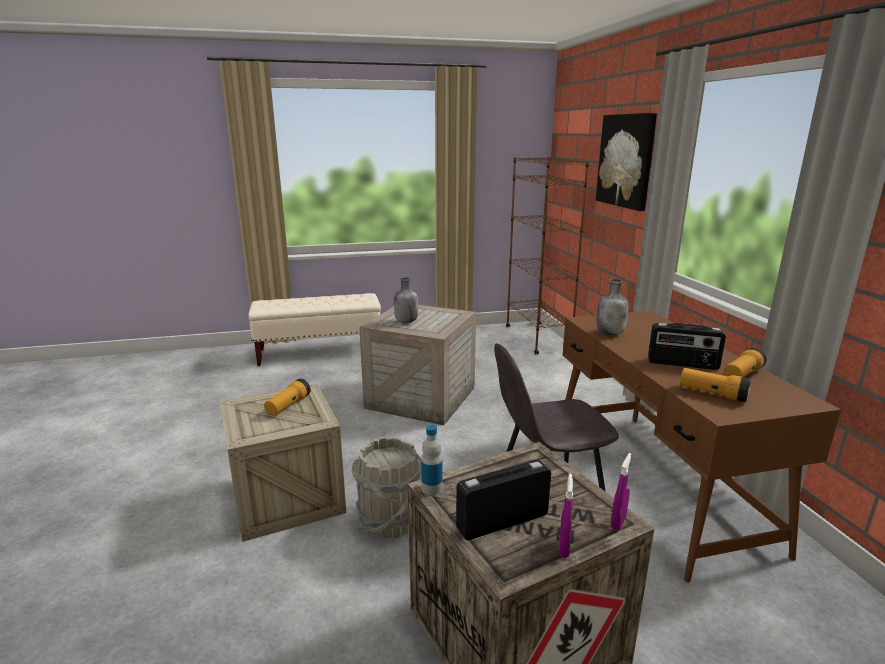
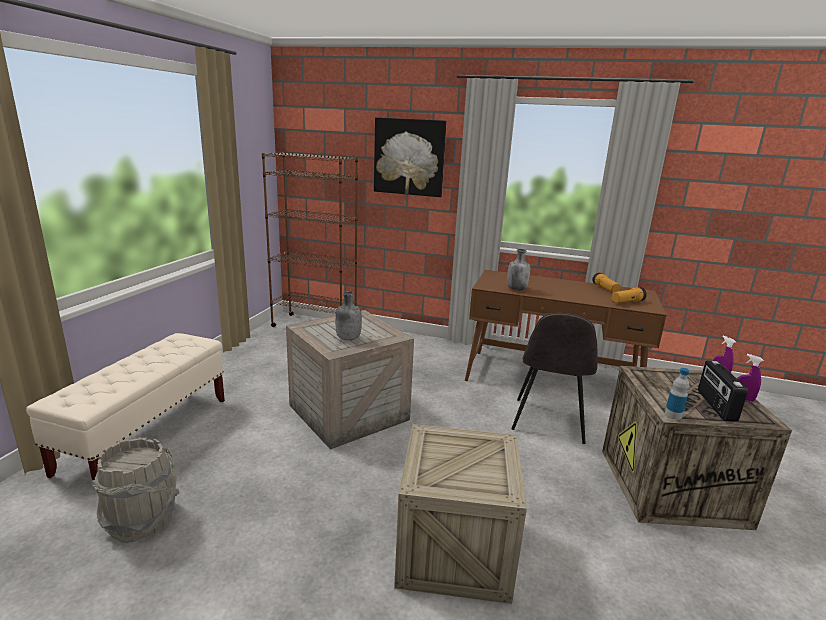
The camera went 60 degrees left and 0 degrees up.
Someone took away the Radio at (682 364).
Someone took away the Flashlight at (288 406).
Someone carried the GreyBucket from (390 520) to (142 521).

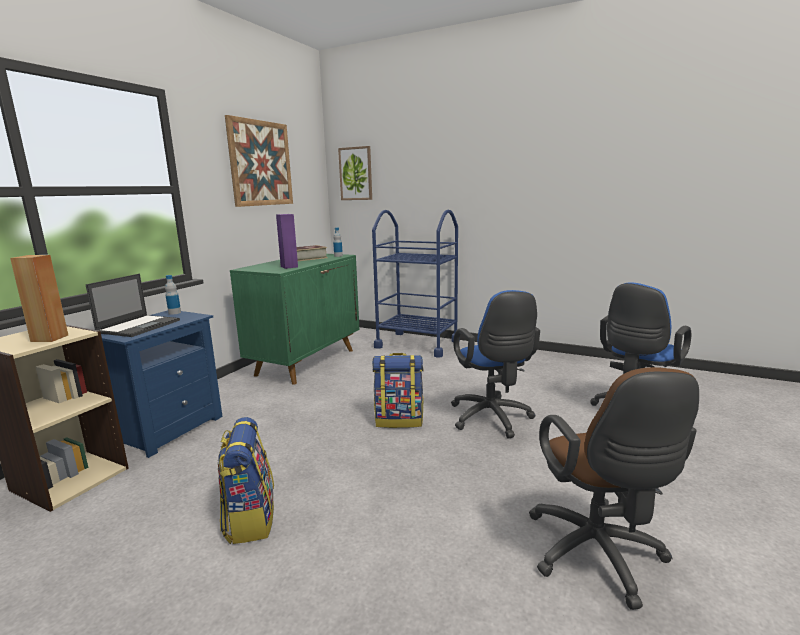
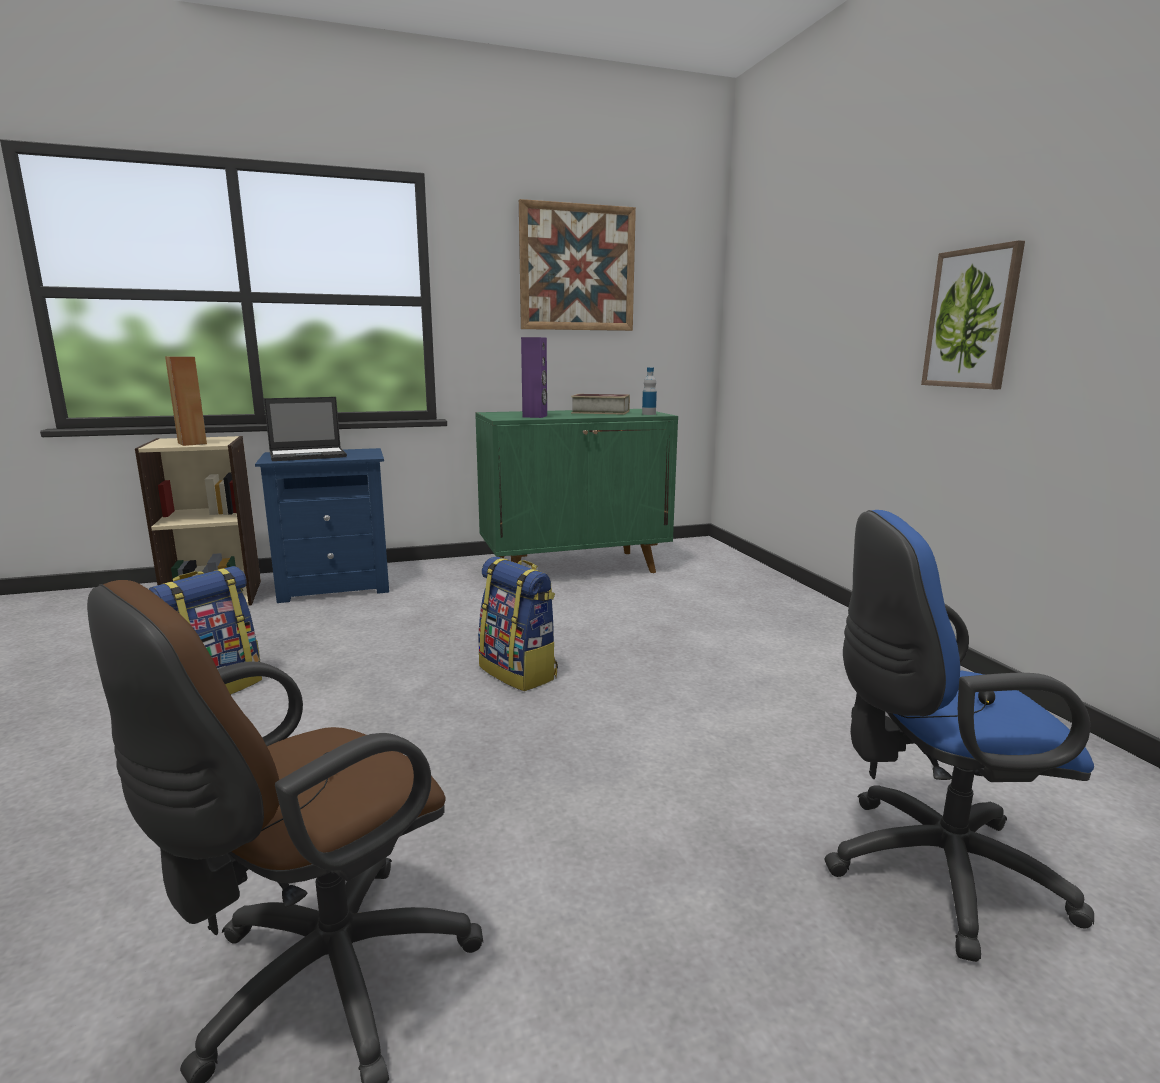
The camera went 45 degrees right and 0 degrees up.
Someone carried the Picture from (356 173) to (971 319).
Someone took away the BlueCart at (417 344).
Someone took away the Bottle at (174 313).
Someone took away the BlueOfficeChair at (492 419).

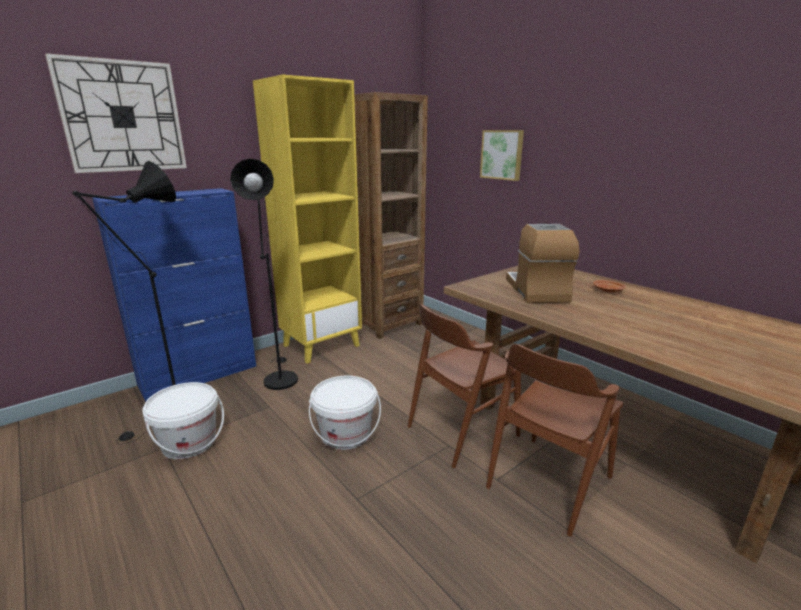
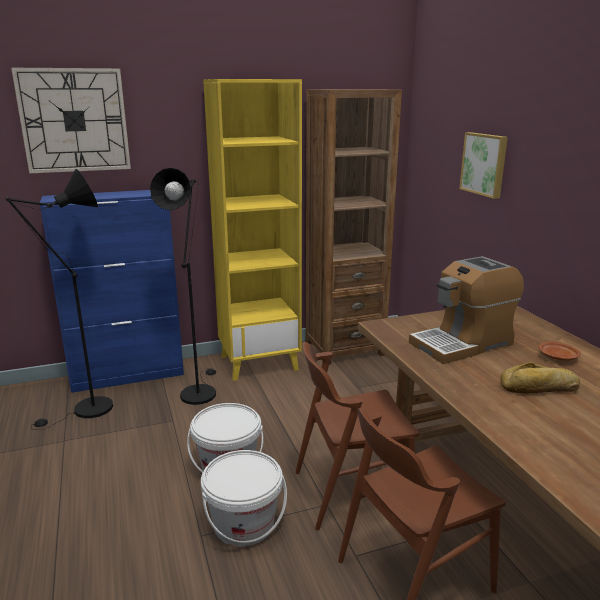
The camera went 20 degrees right and 0 degrees up.
Someone rotated the CoffeeMachine at (536 290) by 135 degrees counterclockwise.
Someone carried the WhiteBucket from (189 443) to (244 524).
Someone put down the Bread at (540 388).

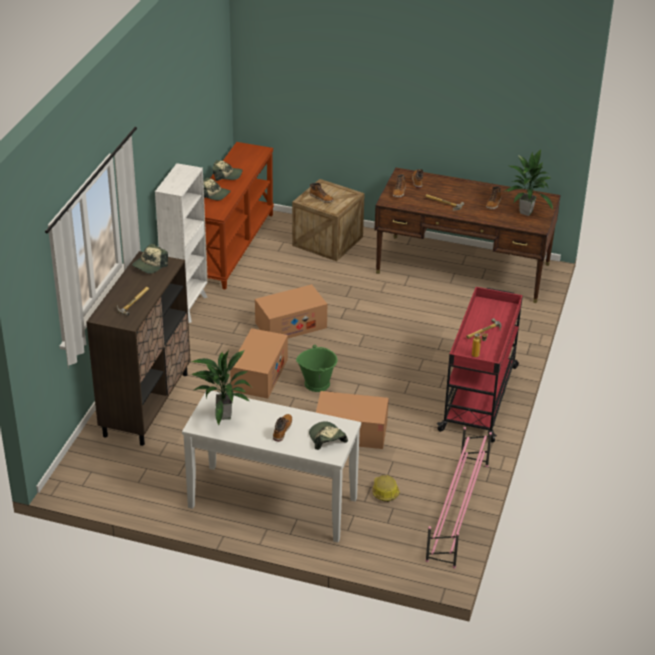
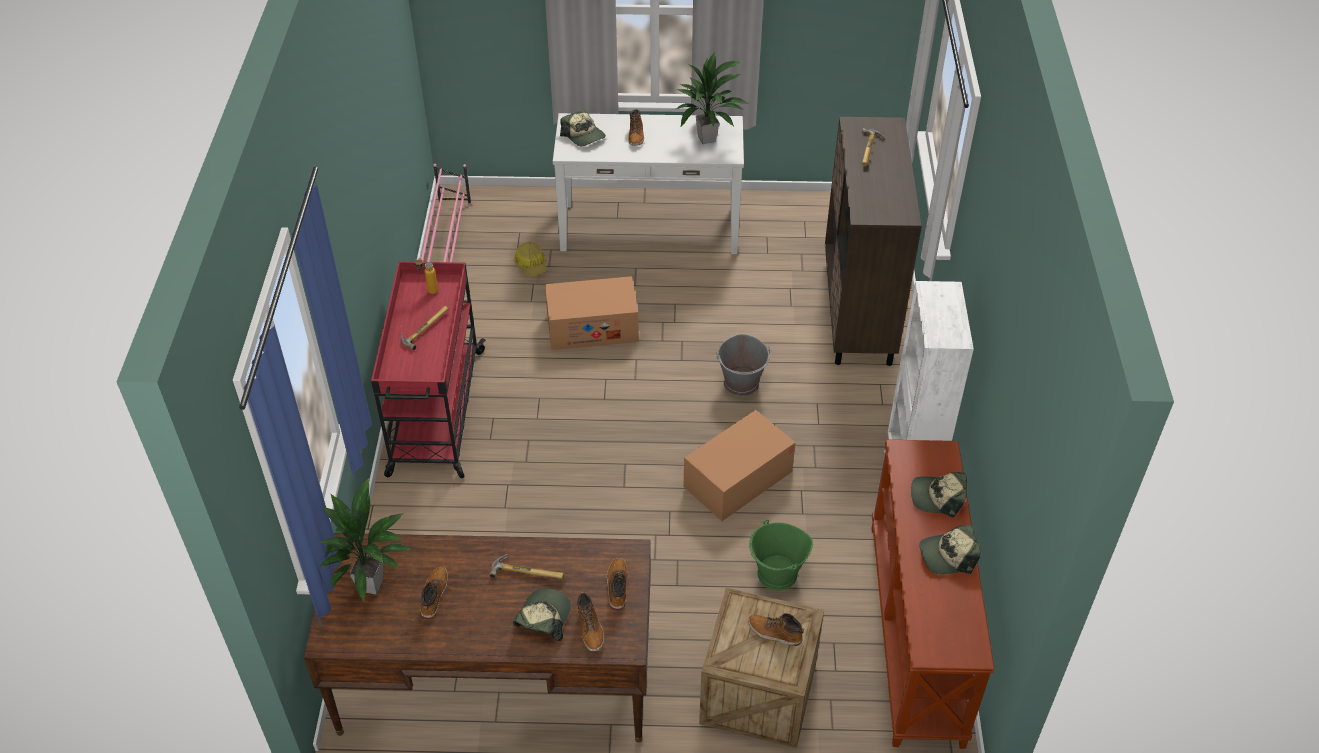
The camera went 165 degrees right and 10 degrees up.
Someone carried the Cap from (150 265) to (543 618).
Someone swapped the CardboardBox at (259 375) for the GreyBucket at (741 384).
Someone carried the GreenBucket from (317 383) to (777 574).

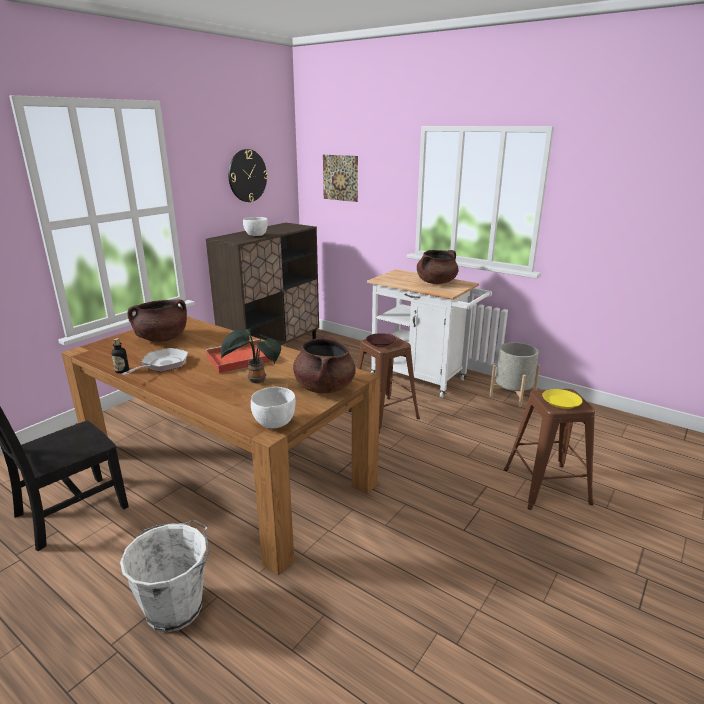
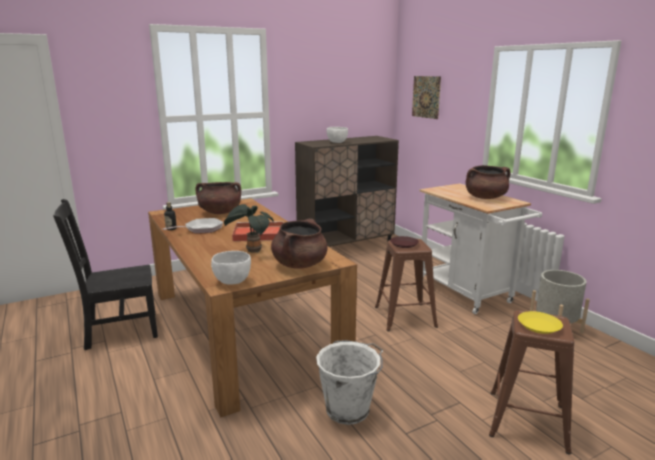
The camera went 25 degrees right and 5 degrees down.
Someone took away the WallClock at (247 176).
Someone carried the WhiteBucket from (176 607) to (349 409).

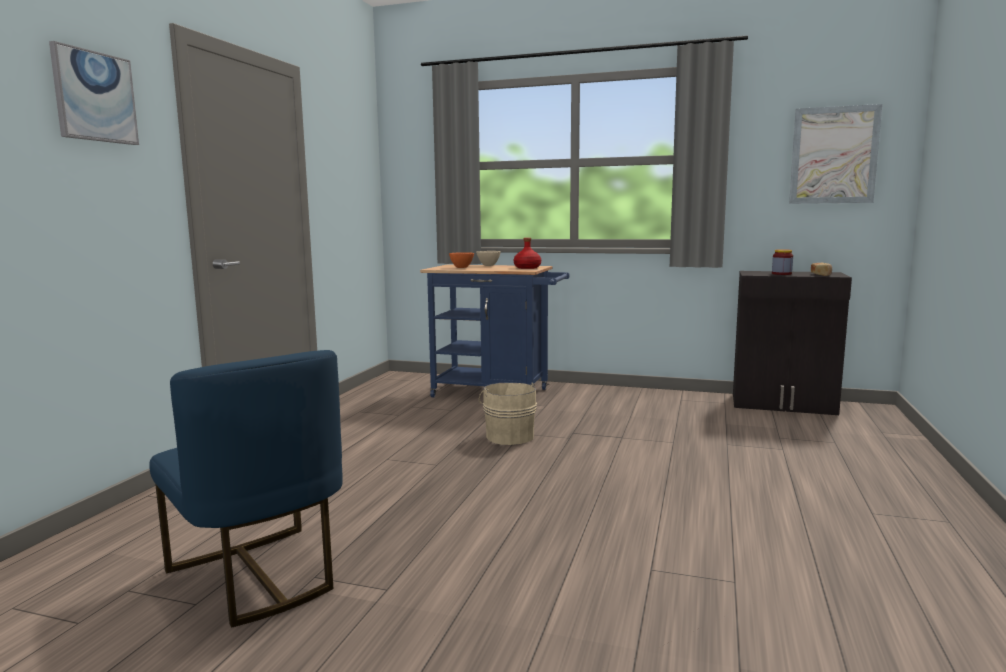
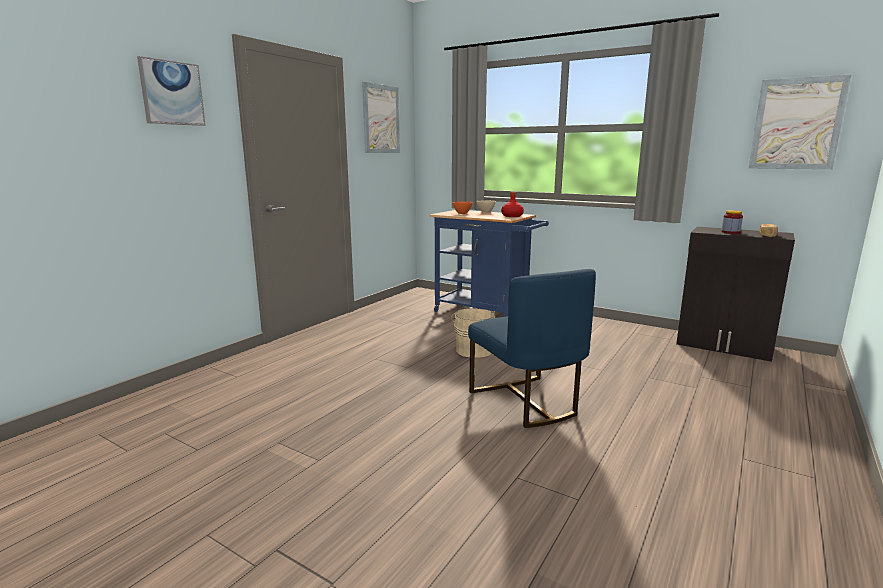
The camera went 15 degrees right and 5 degrees up.
Someone carried the BlueChair from (258 576) to (526 402).
Someone put up the Picture at (381 119).

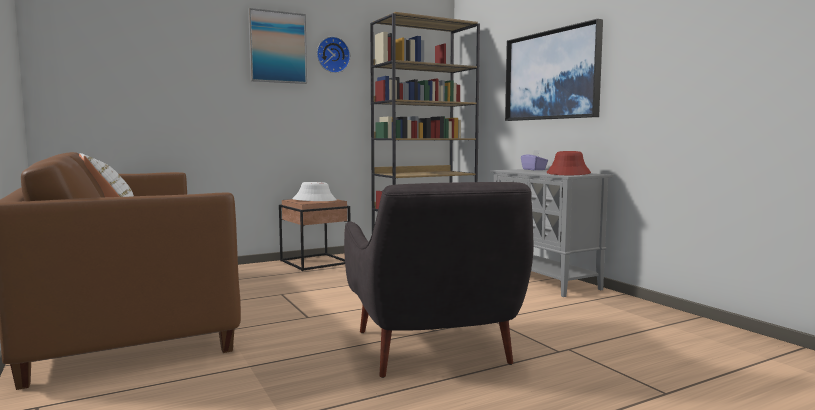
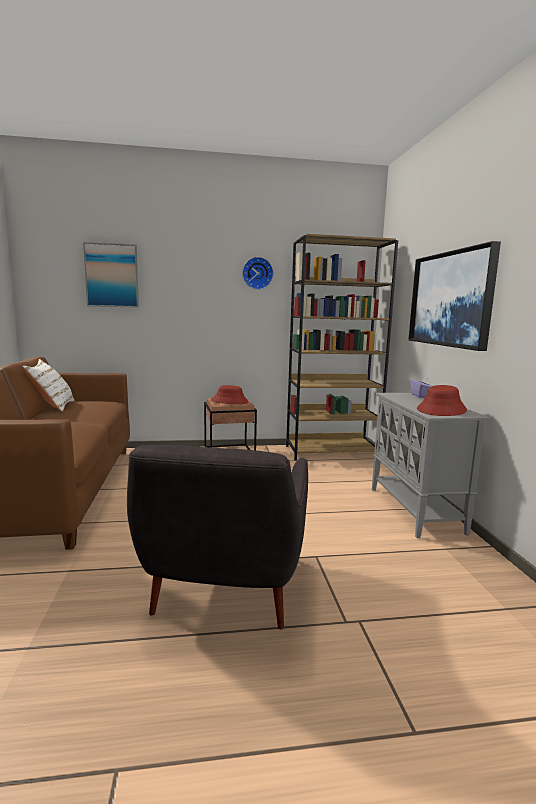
The camera went 20 degrees right and 5 degrees up.
Someone carried the Picture from (277 47) to (112 275).
Someone repainted the WhiteHat at (314 200), which became the RedHat at (229 401).

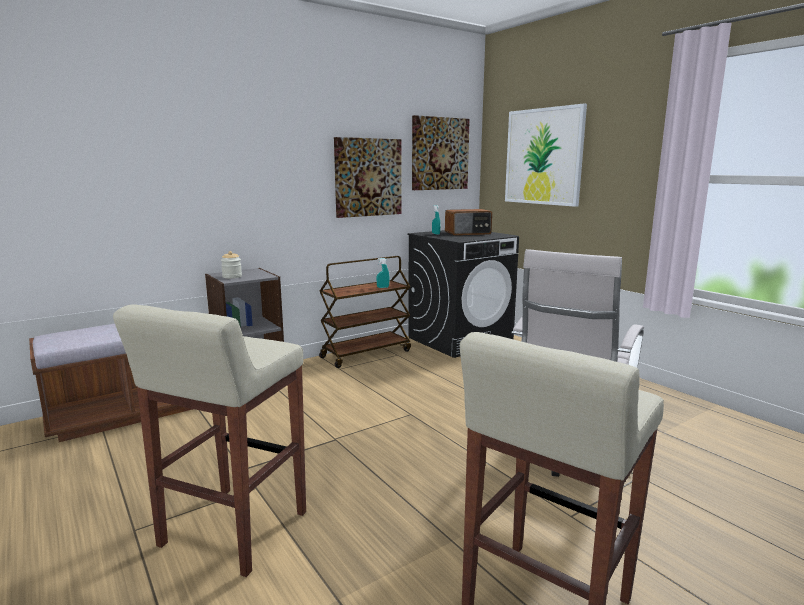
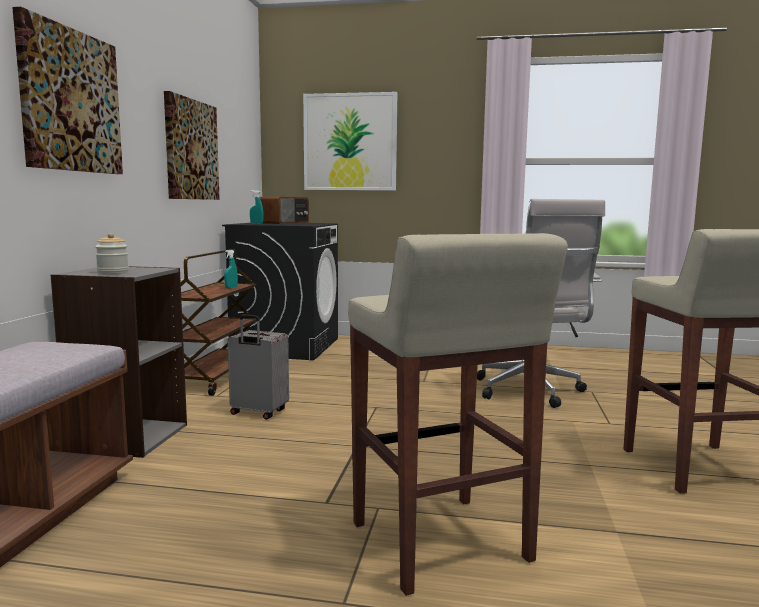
The camera went 45 degrees left and 5 degrees down.
Someone carried the Picture from (439 154) to (70 101).
Someone put down the GreySuitcase at (258 413).

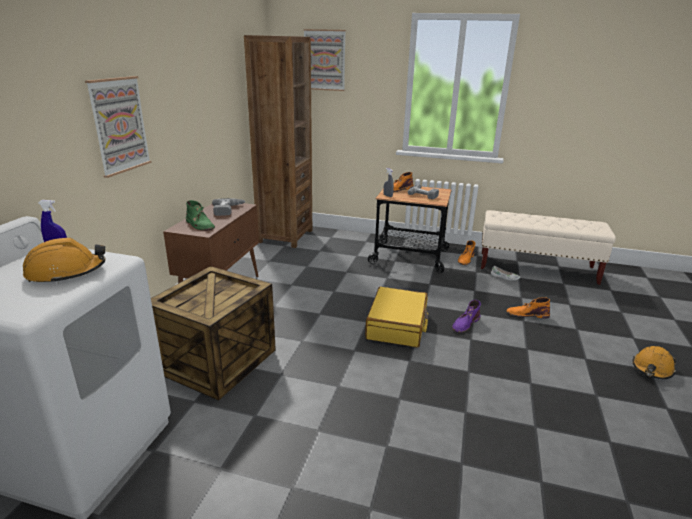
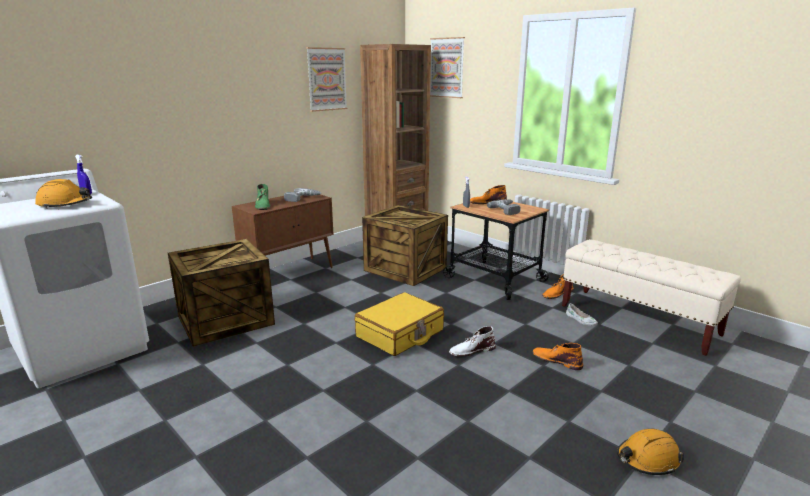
The camera went 30 degrees right and 5 degrees down.
Someone carried the Picture from (119 125) to (326 79).
Someone repainted the PurpleBoot at (465 324), which became the WhiteBoot at (471 350).
Someone put down the Crate at (406 269).

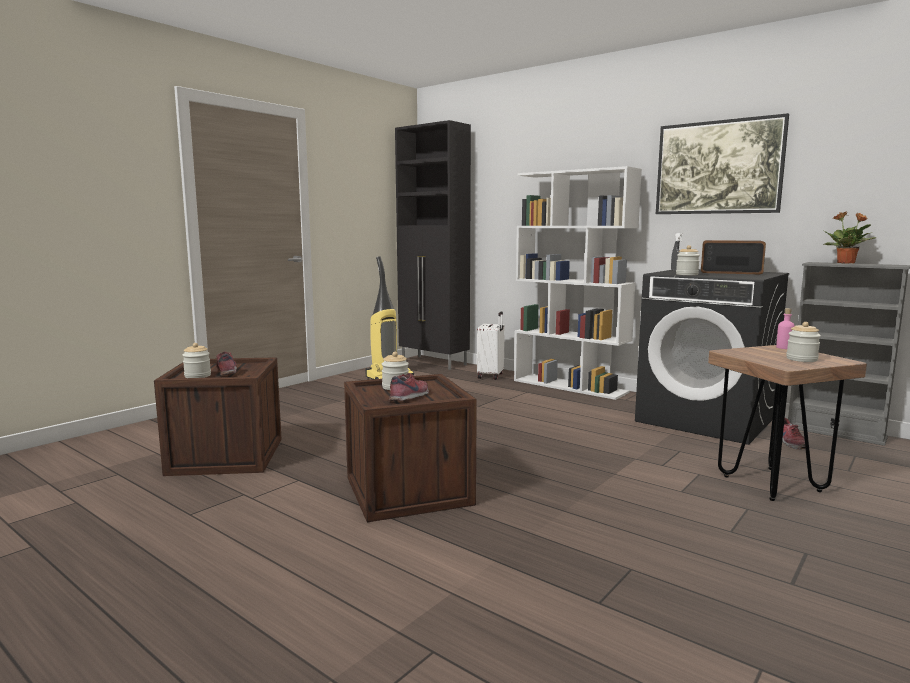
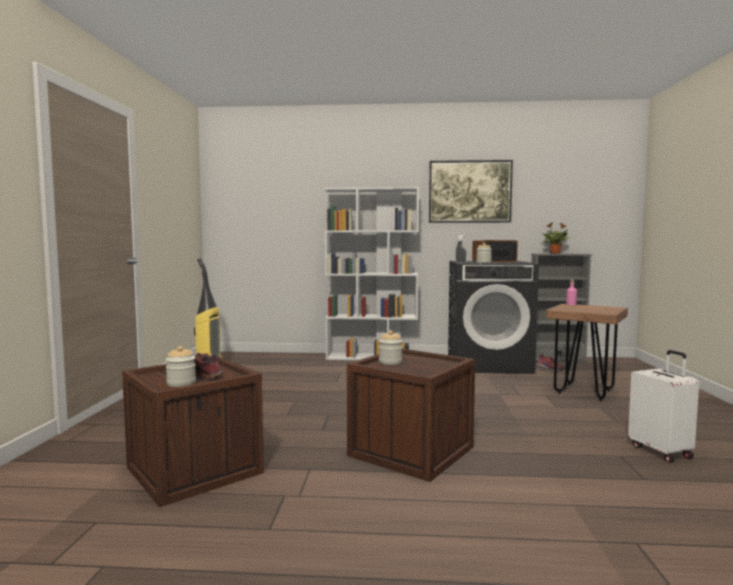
The camera went 35 degrees left and 5 degrees down.
Someone took away the BlackCabinet at (434 363).
Someone carried the WhiteSuitcase from (491 376) to (661 451).
Someone took away the Jar at (801 359).
Someone took away the Shoe at (410 397).

